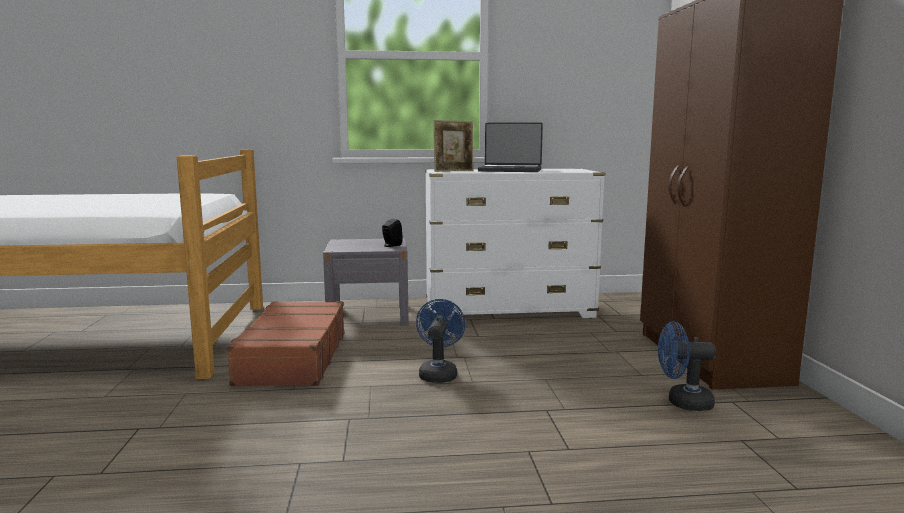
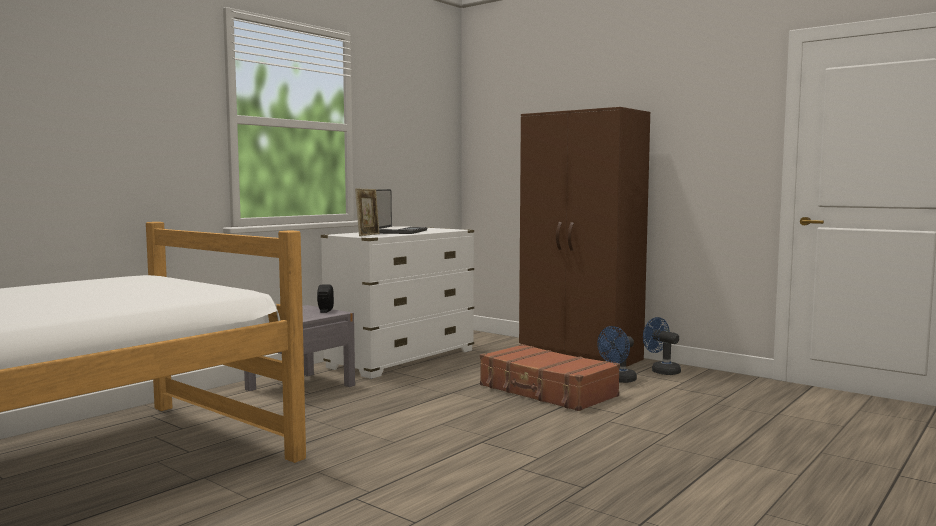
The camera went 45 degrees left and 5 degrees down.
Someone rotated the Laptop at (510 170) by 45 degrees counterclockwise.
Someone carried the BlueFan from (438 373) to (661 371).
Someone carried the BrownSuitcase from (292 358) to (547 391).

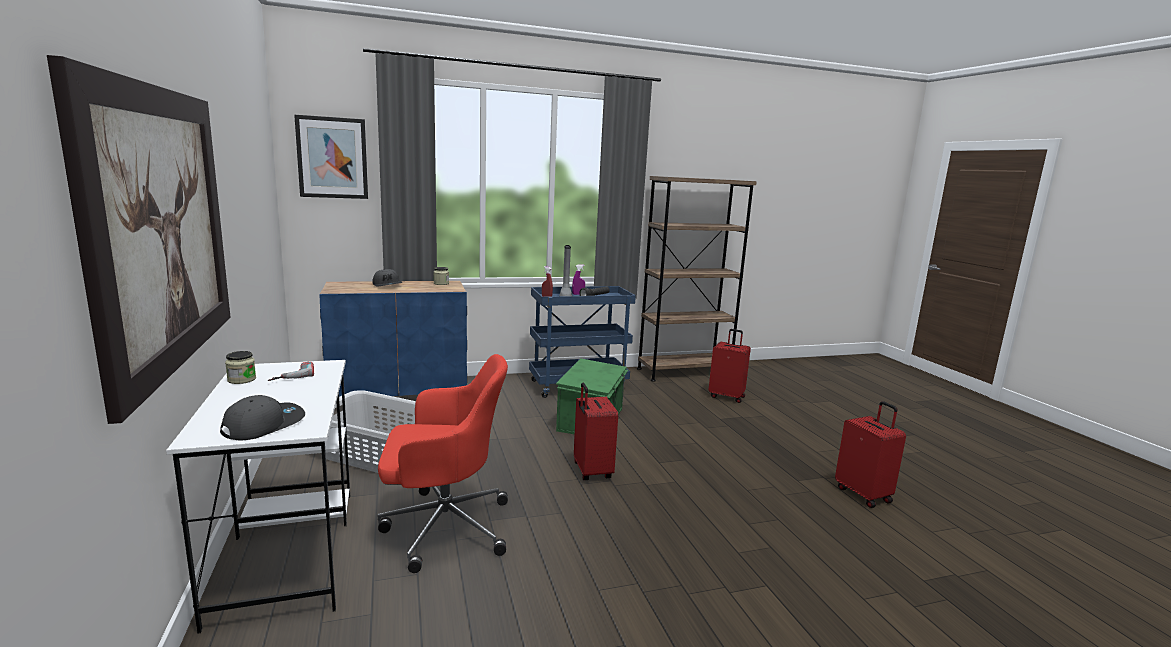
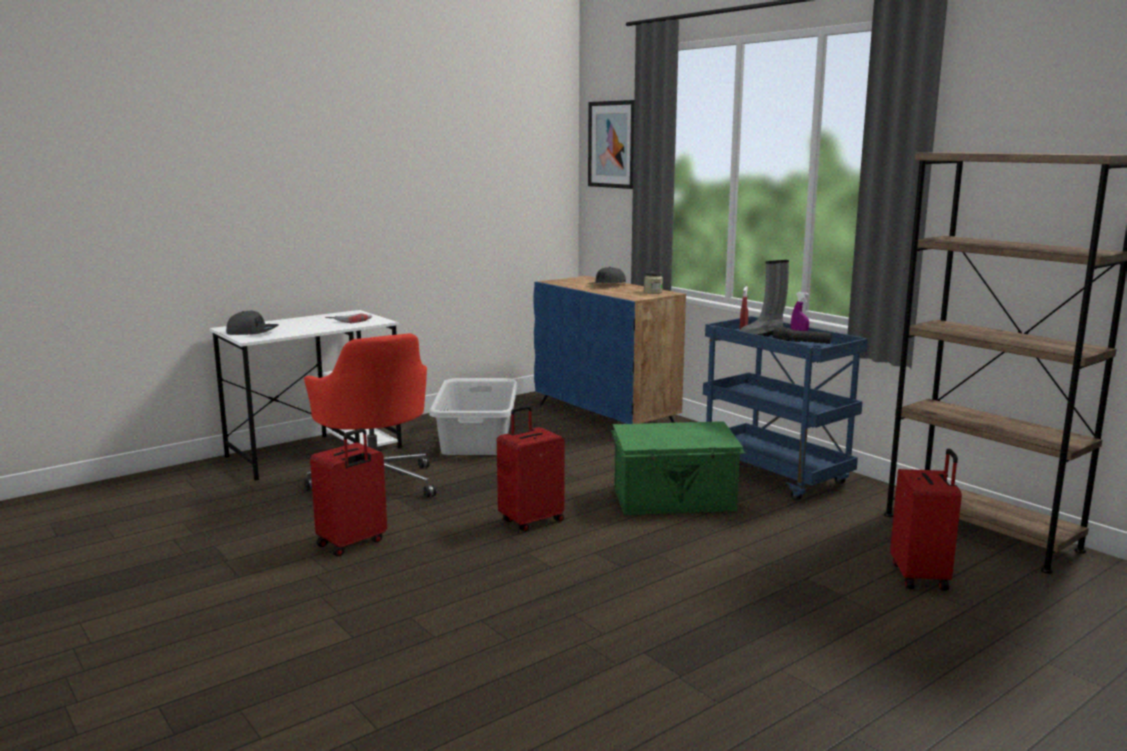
The camera went 70 degrees right and 0 degrees up.
Someone took away the Picture at (162 228).
Someone took away the Jar at (241 379).
Someone carried the RedSuitcase from (864 494) to (352 543).

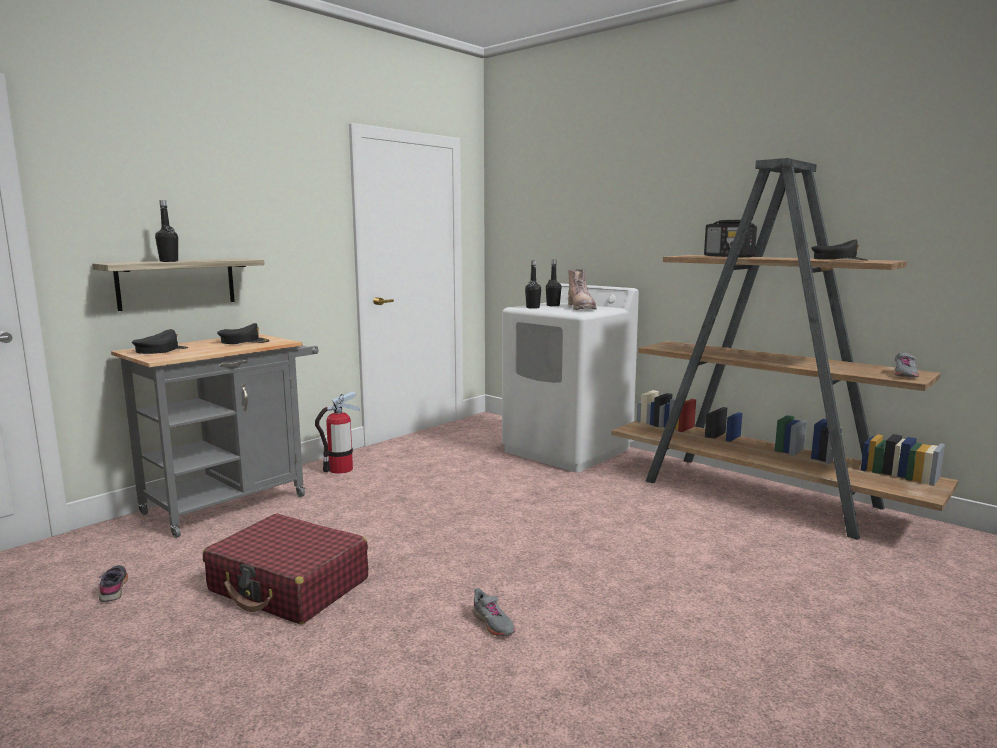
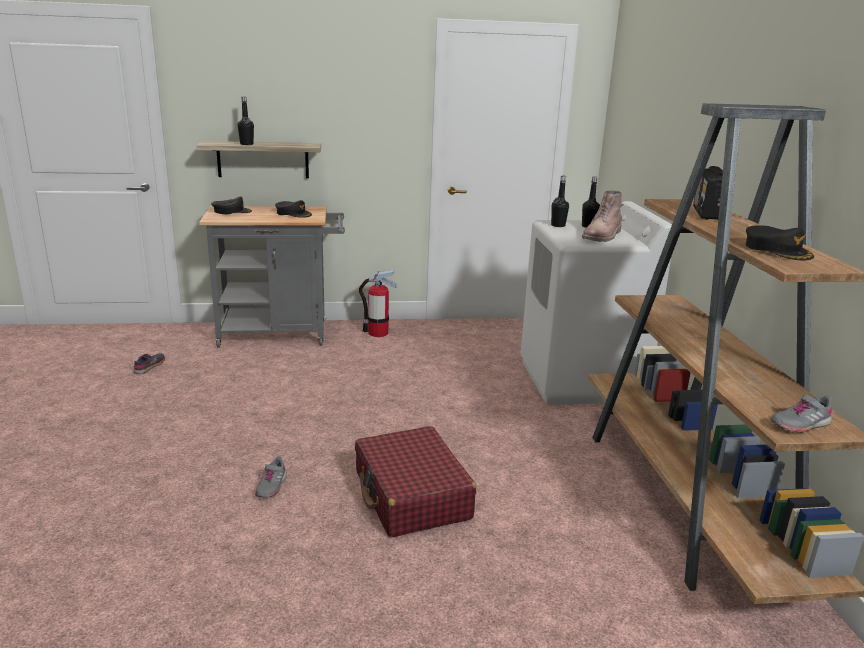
The camera went 40 degrees right and 10 degrees up.
Someone carried the RedSuitcase from (289 585) to (411 495).

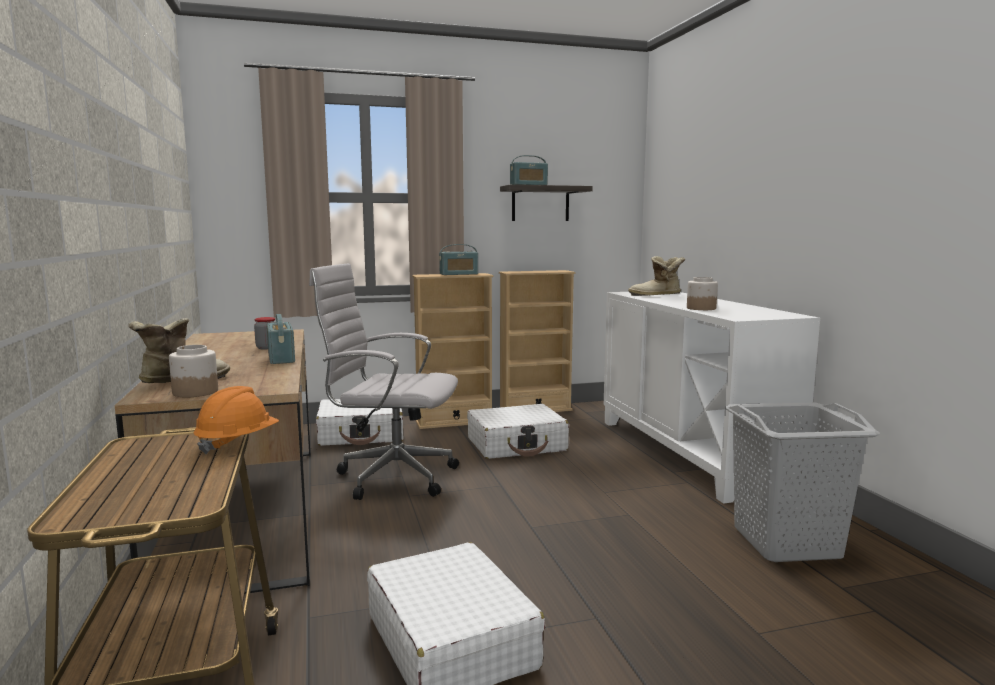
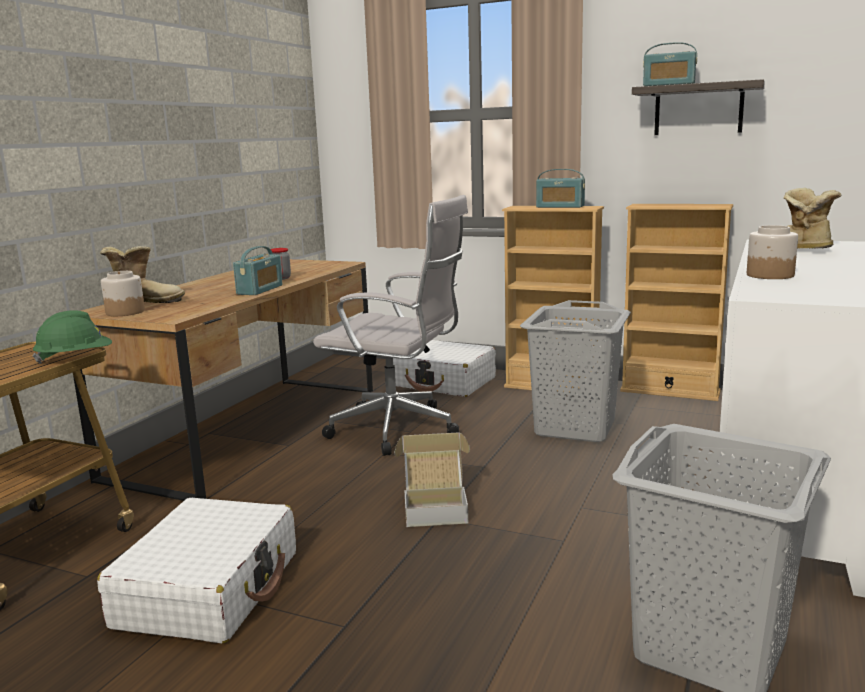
The camera went 40 degrees right and 5 degrees up.
Someone rotated the WhiteOfficeChair at (391 477) by 150 degrees clockwise.
Someone repainted the OrangeHardHat at (237 442), which became the GreenHardHat at (75 359).
Someone swapped the WhiteSuitcase at (517 445) for the GreyLaundryBasket at (575 427).
Someone put down the CardboardBox at (435 508).

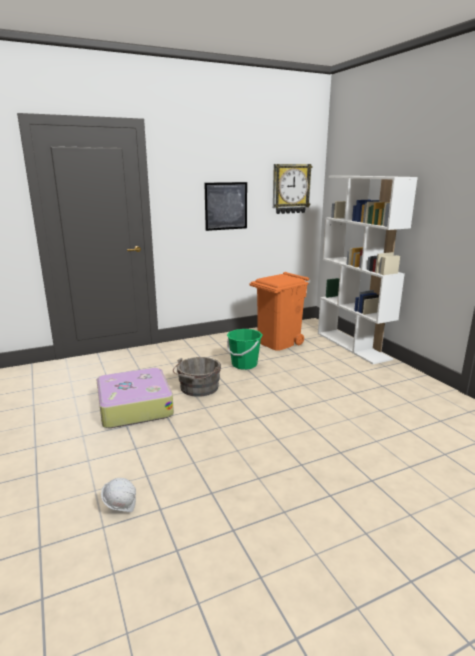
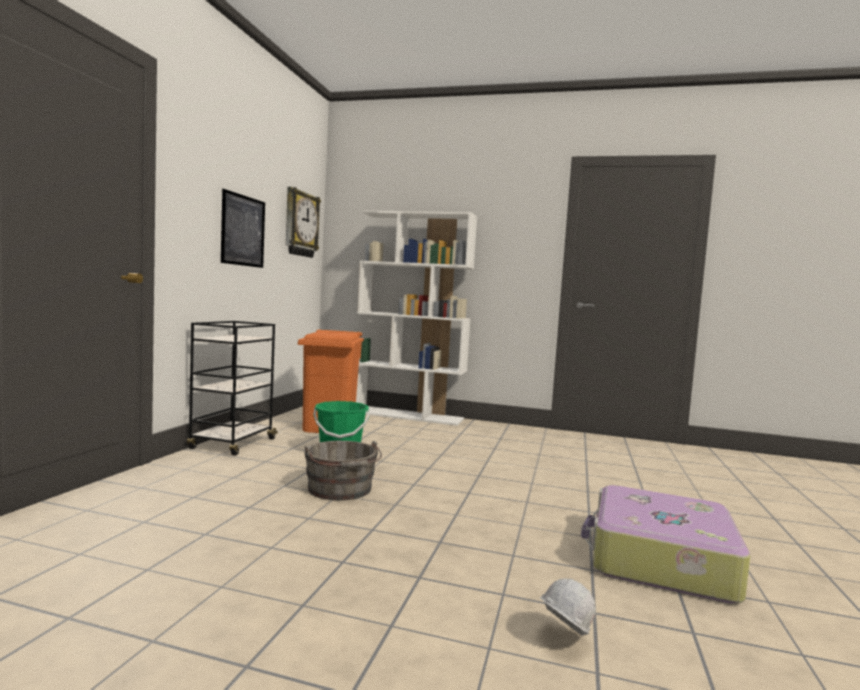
The camera went 50 degrees left and 15 degrees down.
Someone carried the Suitcase from (134 407) to (659 560).
Someone put down the BlackCart at (232 444).

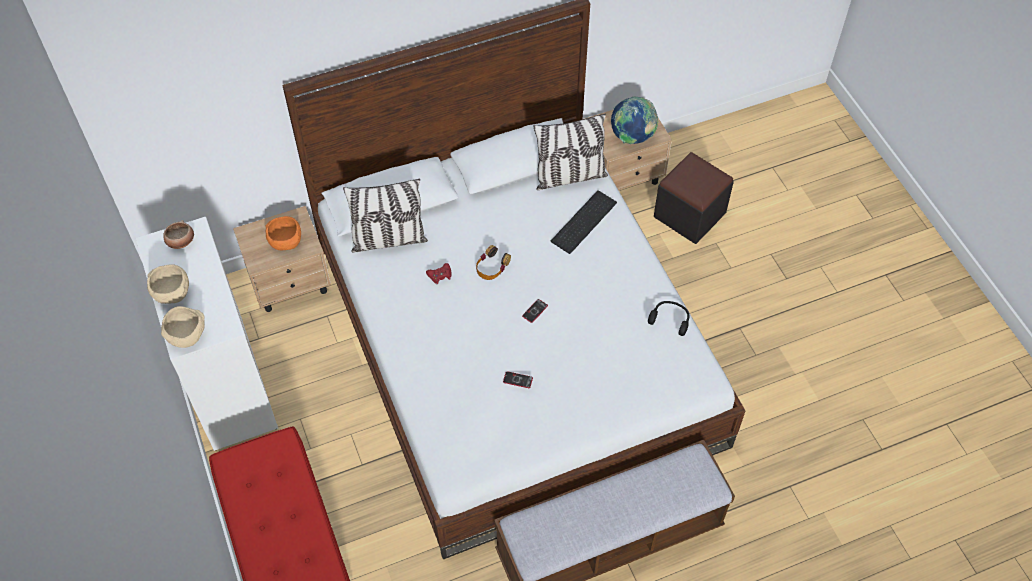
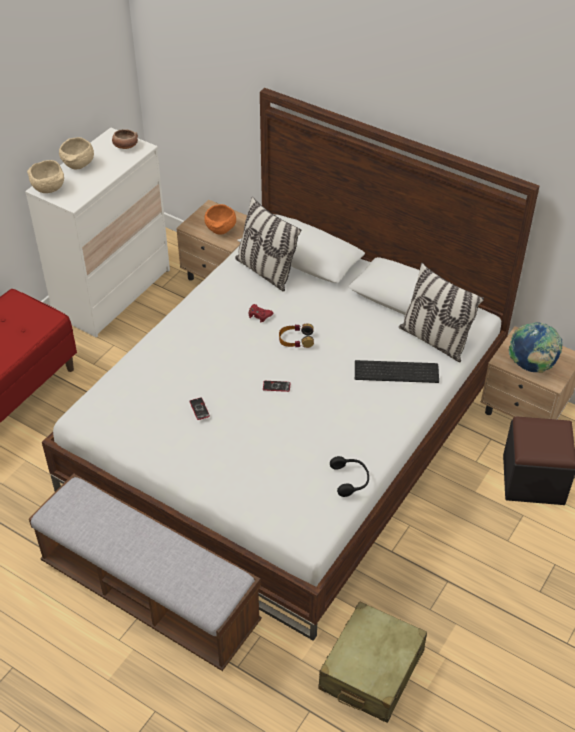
The camera went 55 degrees right and 10 degrees down.
Someone put down the BeigeSuitcase at (371 670).

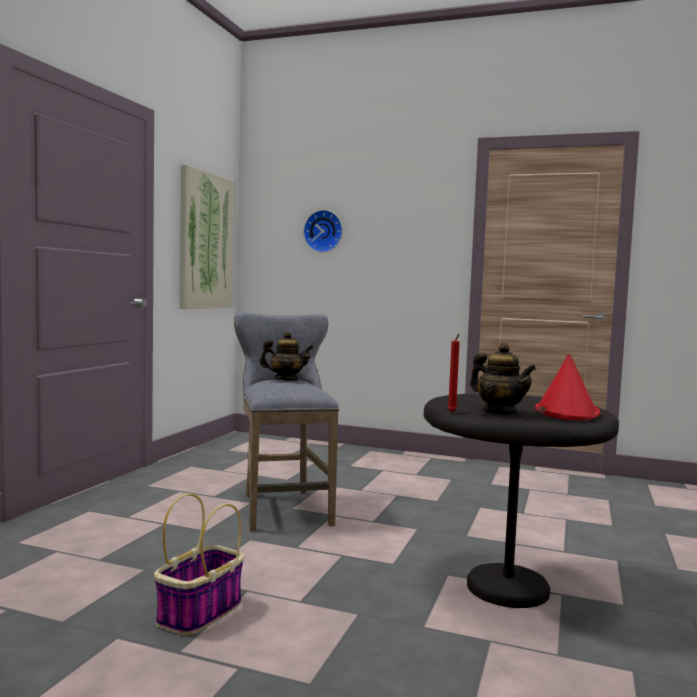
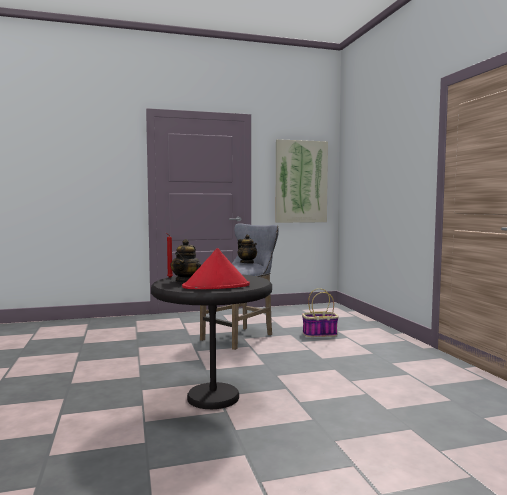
The camera went 55 degrees right and 0 degrees up.
Someone took away the WallClock at (324 231).
Someone carried the Basket from (199 614) to (319 334).

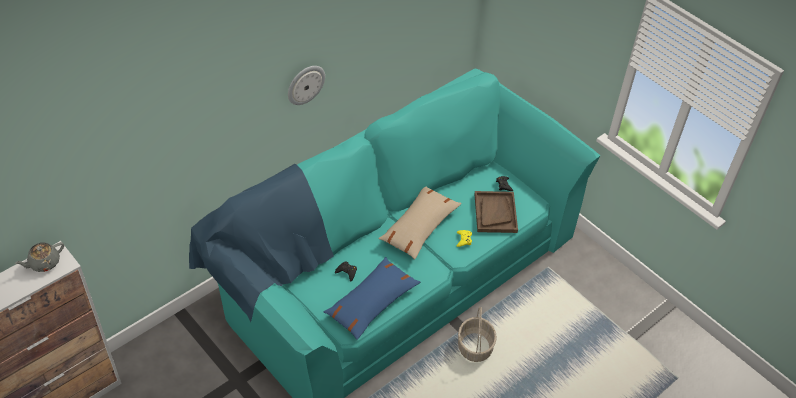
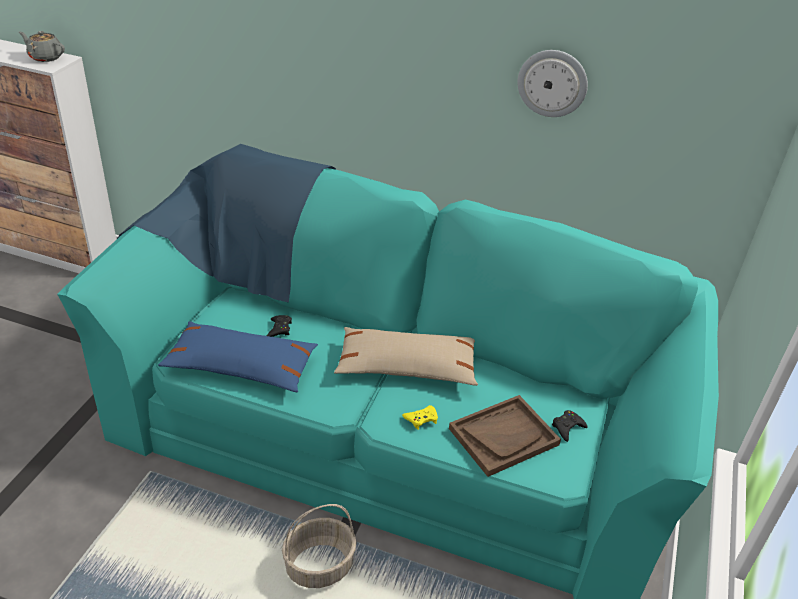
The camera went 60 degrees right and 10 degrees down.
Someone carried the WallClock from (305 84) to (552 83).

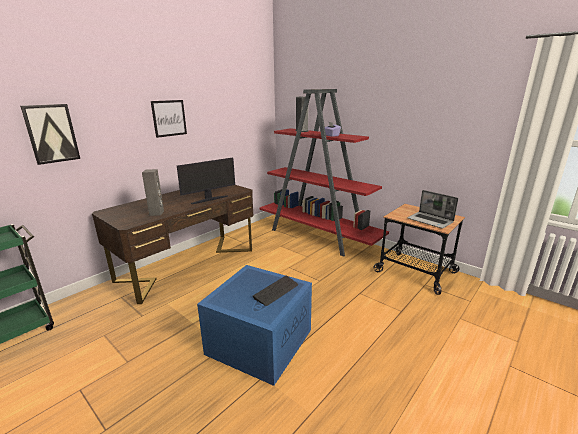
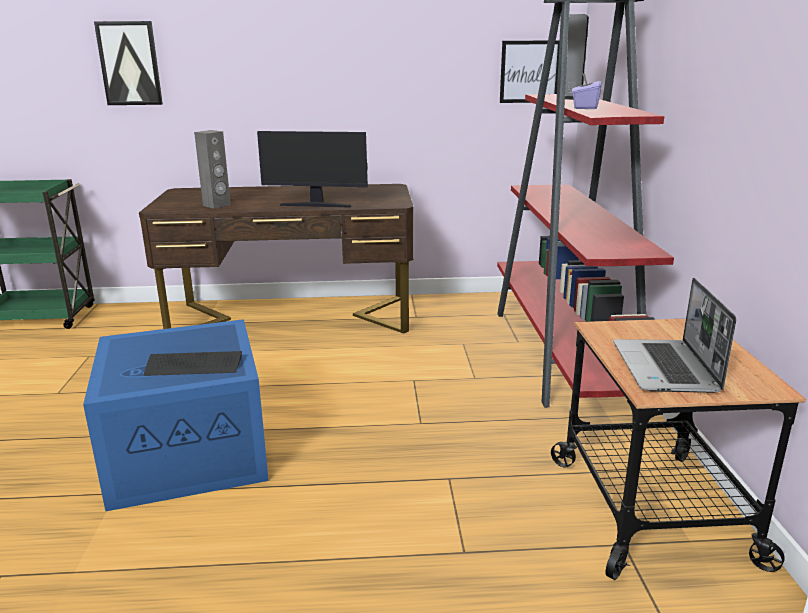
The camera went 45 degrees right and 0 degrees up.
Someone carried the Picture from (169 118) to (530 72).

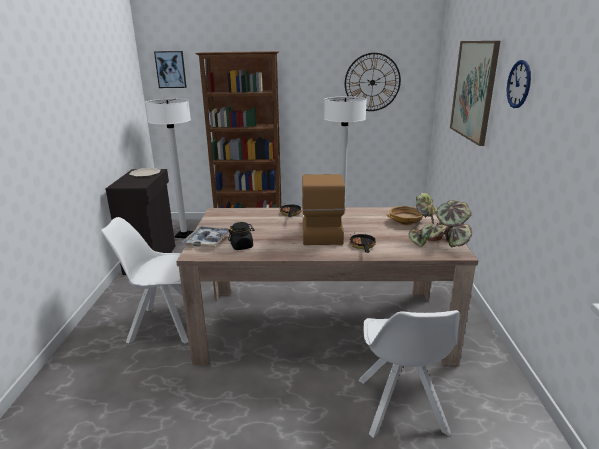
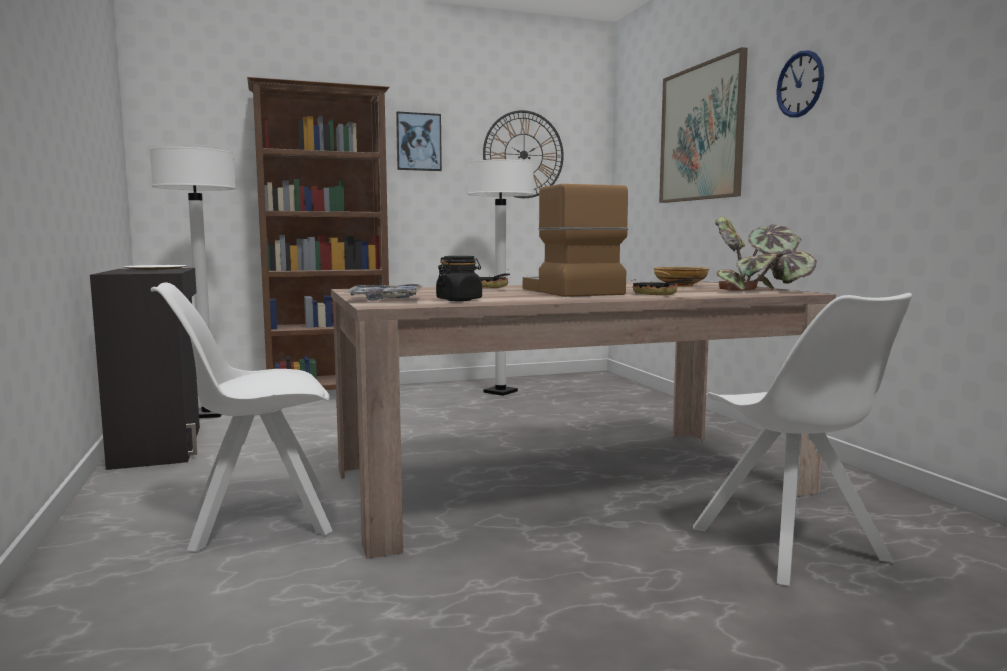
The camera went 20 degrees left and 15 degrees down.
Someone carried the Picture from (171 69) to (418 142).

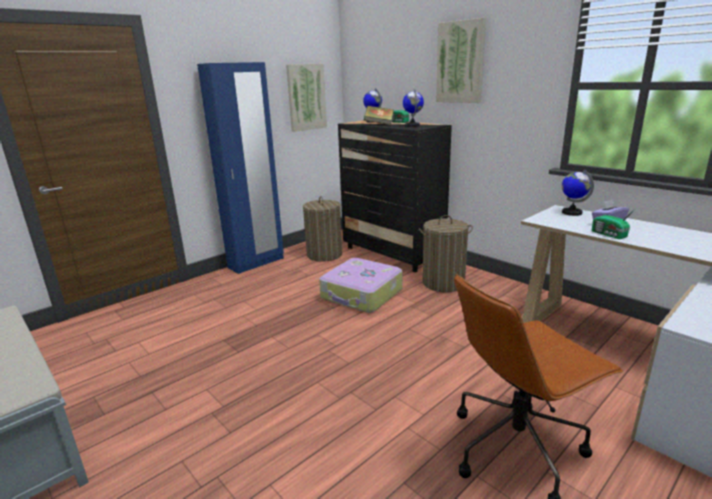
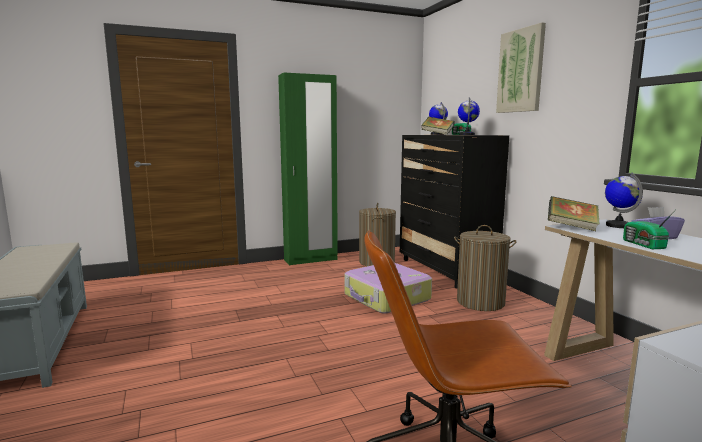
The camera went 20 degrees right and 10 degrees down.
Someone repainted the BlueWardrobe at (256 263), which became the GreenWardrobe at (311 260).
Someone took away the Picture at (306 97).
Someone put down the Book at (571 227).

